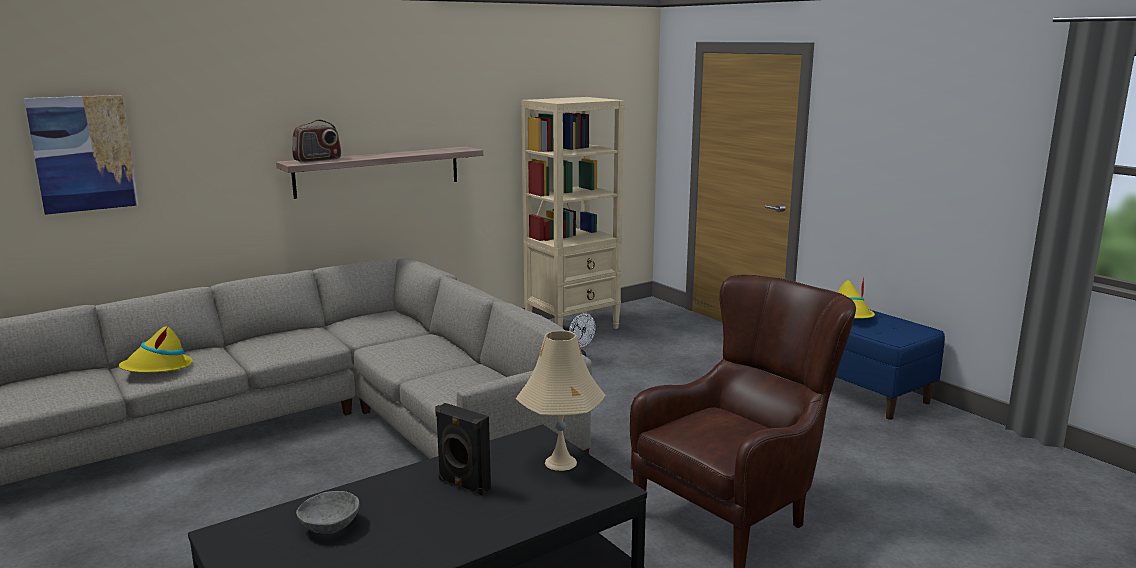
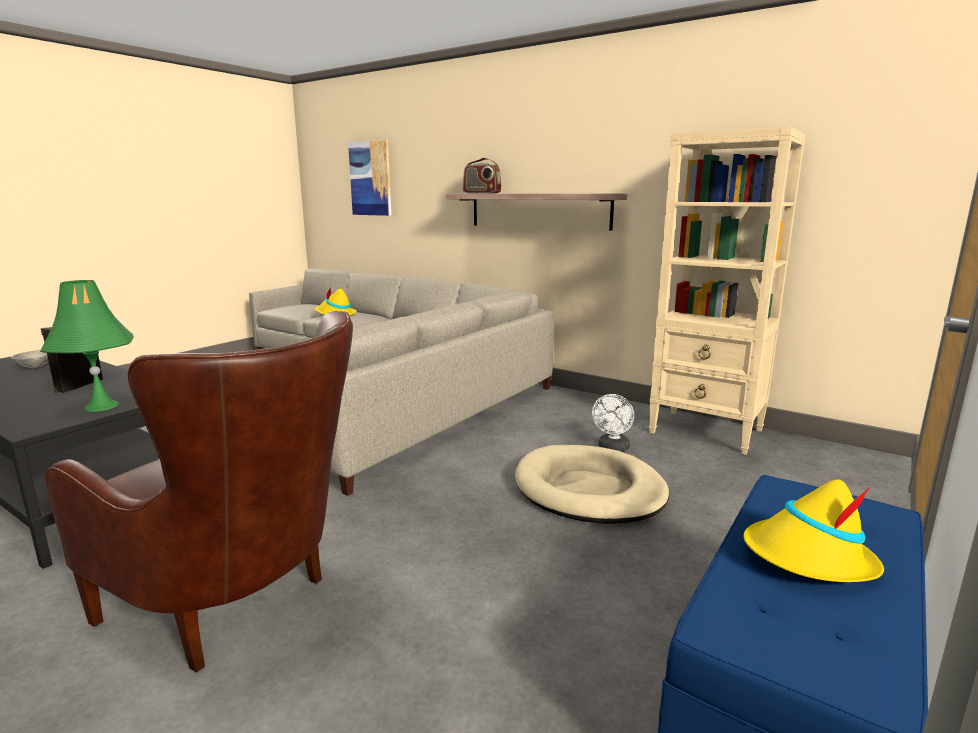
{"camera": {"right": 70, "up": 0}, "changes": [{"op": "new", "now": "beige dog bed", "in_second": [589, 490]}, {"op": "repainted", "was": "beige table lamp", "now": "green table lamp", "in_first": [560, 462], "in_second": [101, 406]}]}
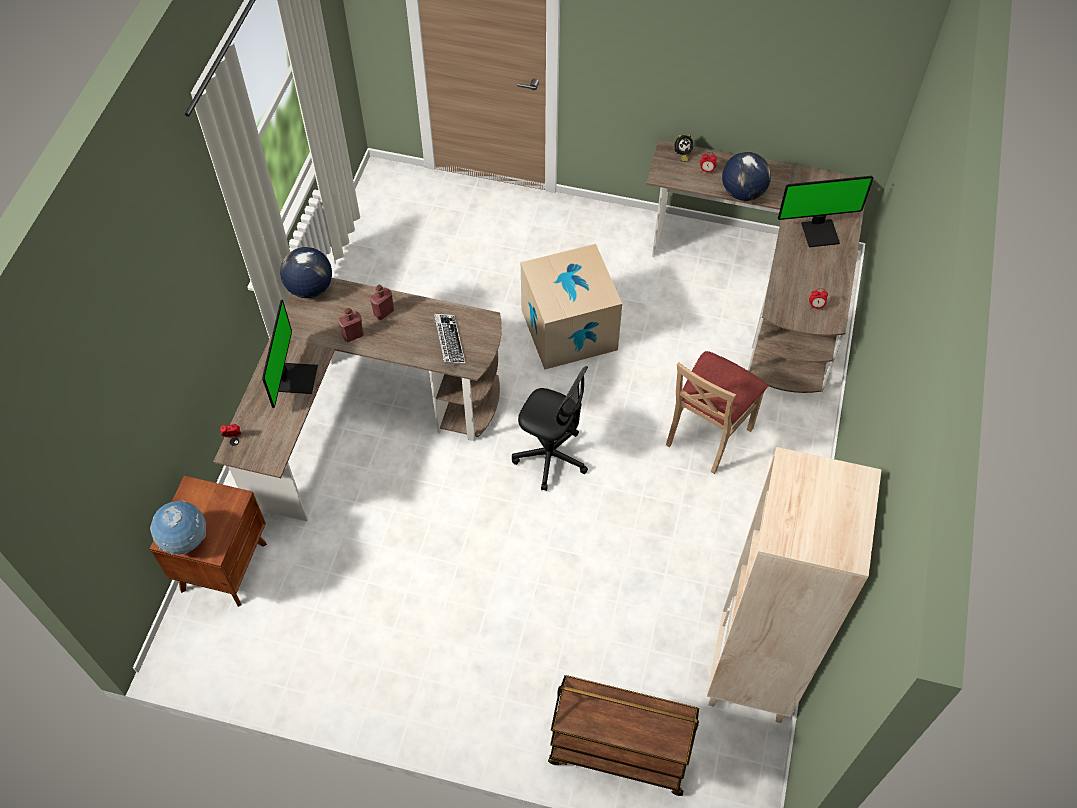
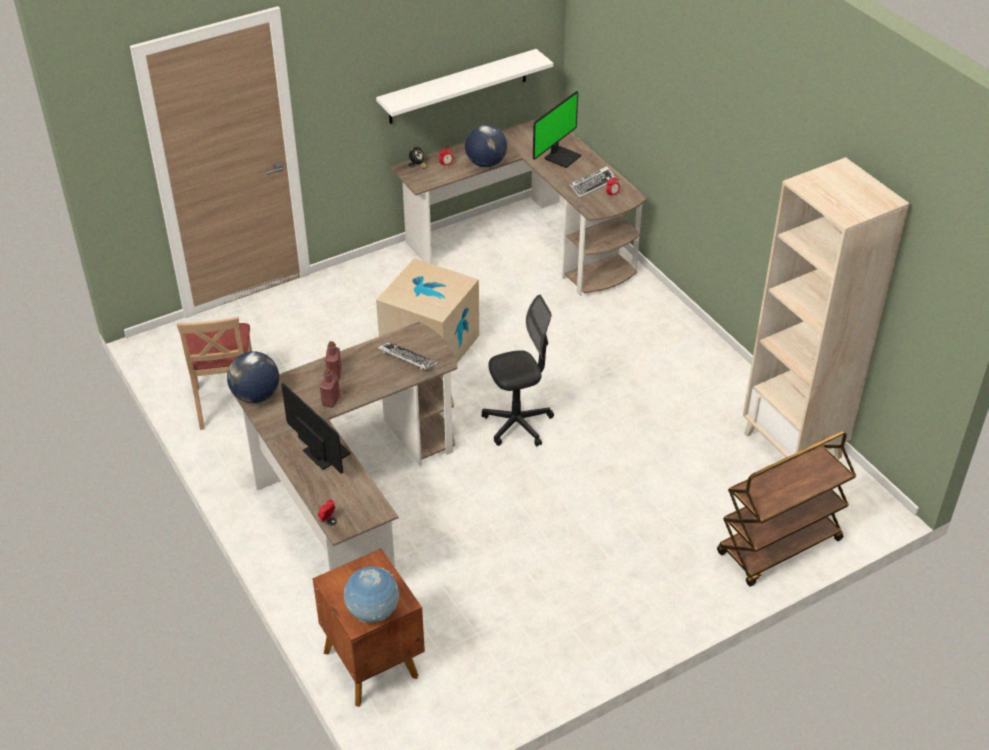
{"camera": {"right": -45, "up": -15}, "changes": [{"op": "new", "now": "white shelf", "in_second": [458, 87]}, {"op": "new", "now": "keyboard", "in_second": [592, 185]}, {"op": "shifted", "was": "beige chair", "in_first": [707, 434], "in_second": [226, 404]}]}
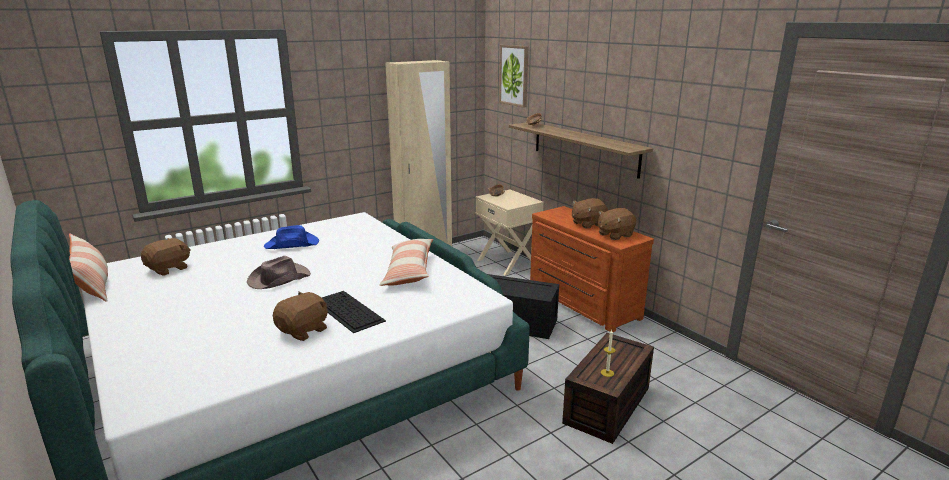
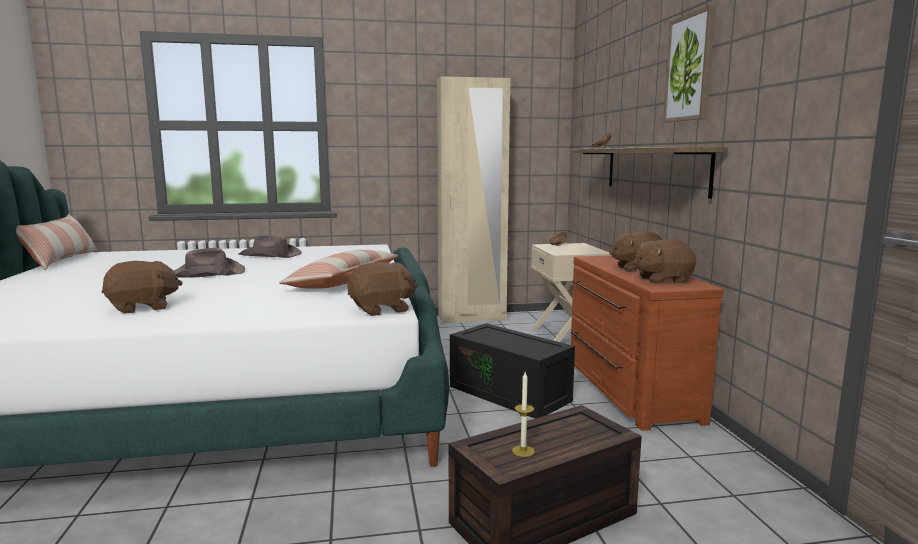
{"camera": {"right": 25, "up": -10}, "changes": [{"op": "gone", "was": "keyboard", "in_first": [347, 310]}, {"op": "shifted", "was": "brown plush toy", "in_first": [169, 269], "in_second": [382, 310]}, {"op": "shifted", "was": "picture", "in_first": [514, 75], "in_second": [690, 68]}, {"op": "repainted", "was": "blue hat", "now": "brown hat", "in_first": [292, 244], "in_second": [271, 256]}]}
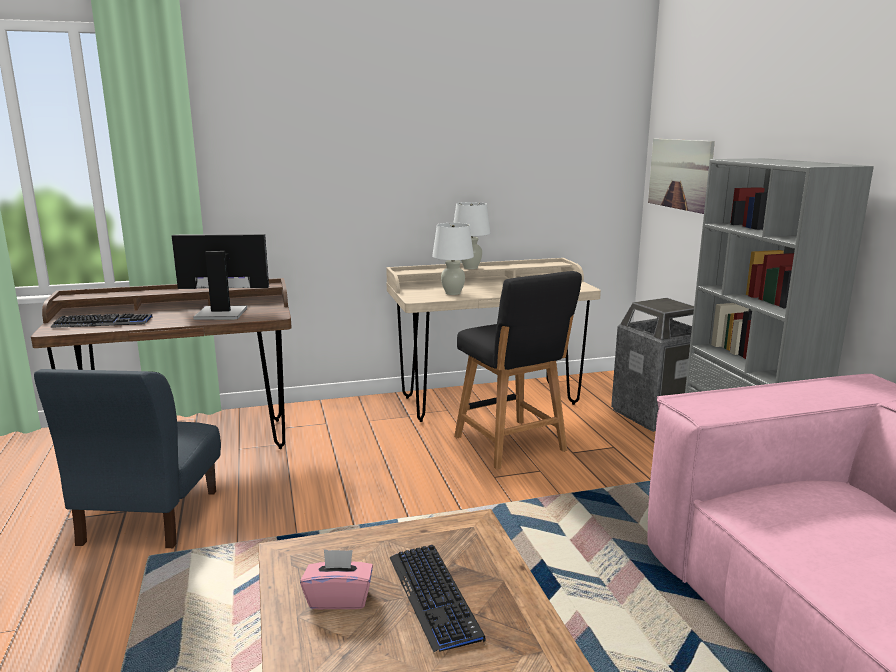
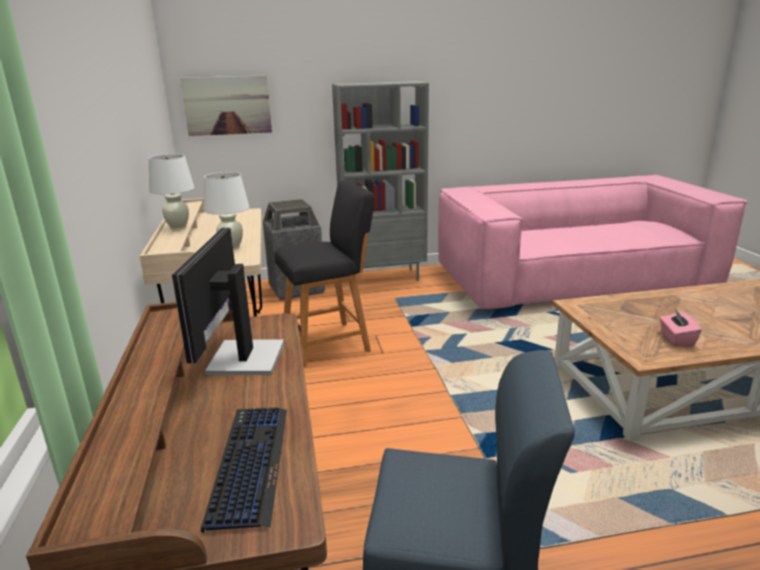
{"camera": {"right": -85, "up": 5}, "changes": [{"op": "gone", "was": "keyboard", "in_first": [434, 597]}]}
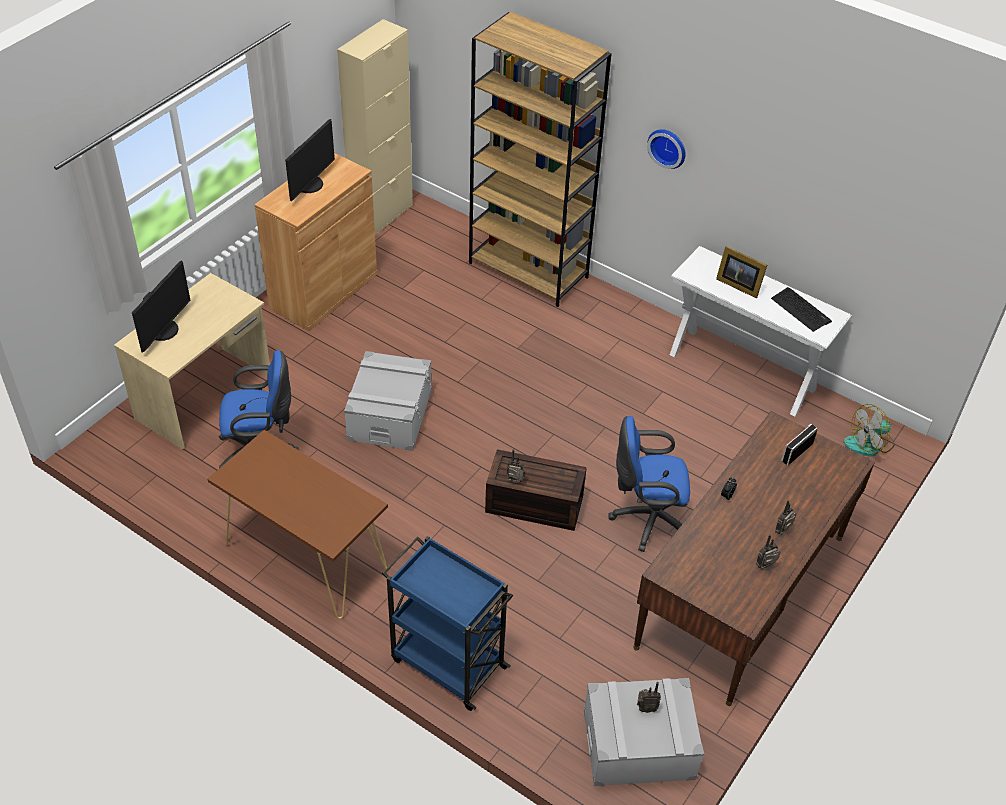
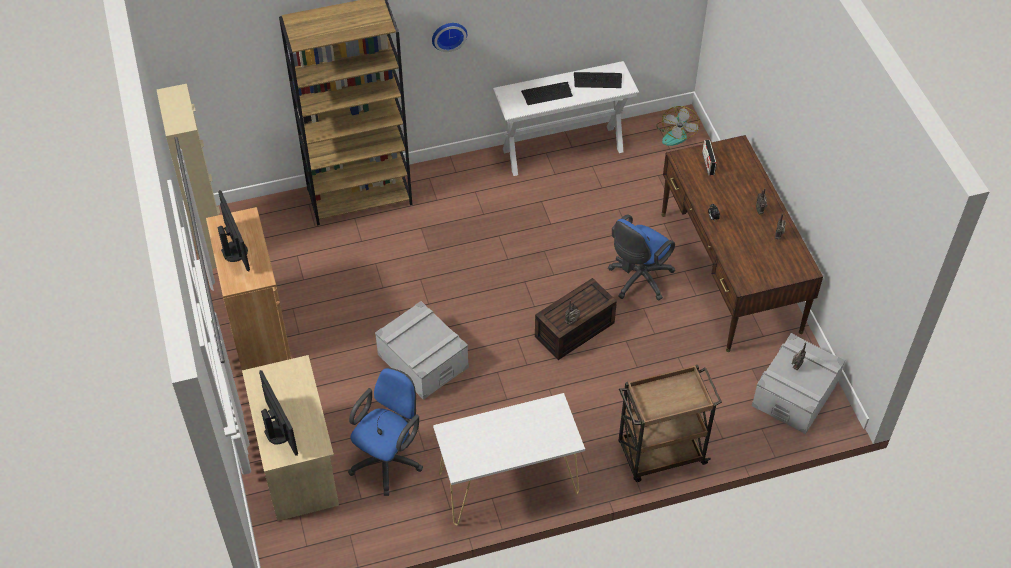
{"camera": {"right": -50, "up": 5}, "changes": [{"op": "swapped", "was": "picture frame", "now": "keyboard", "in_first": [738, 284], "in_second": [547, 93]}, {"op": "repainted", "was": "brown console table", "now": "white console table", "in_first": [305, 556], "in_second": [508, 483]}, {"op": "repainted", "was": "blue cart", "now": "brown cart", "in_first": [447, 662], "in_second": [660, 454]}]}
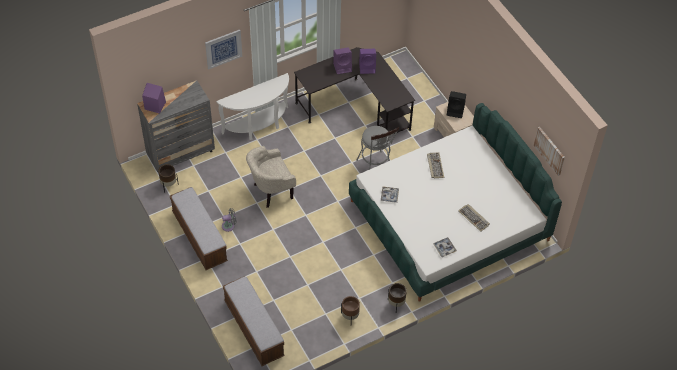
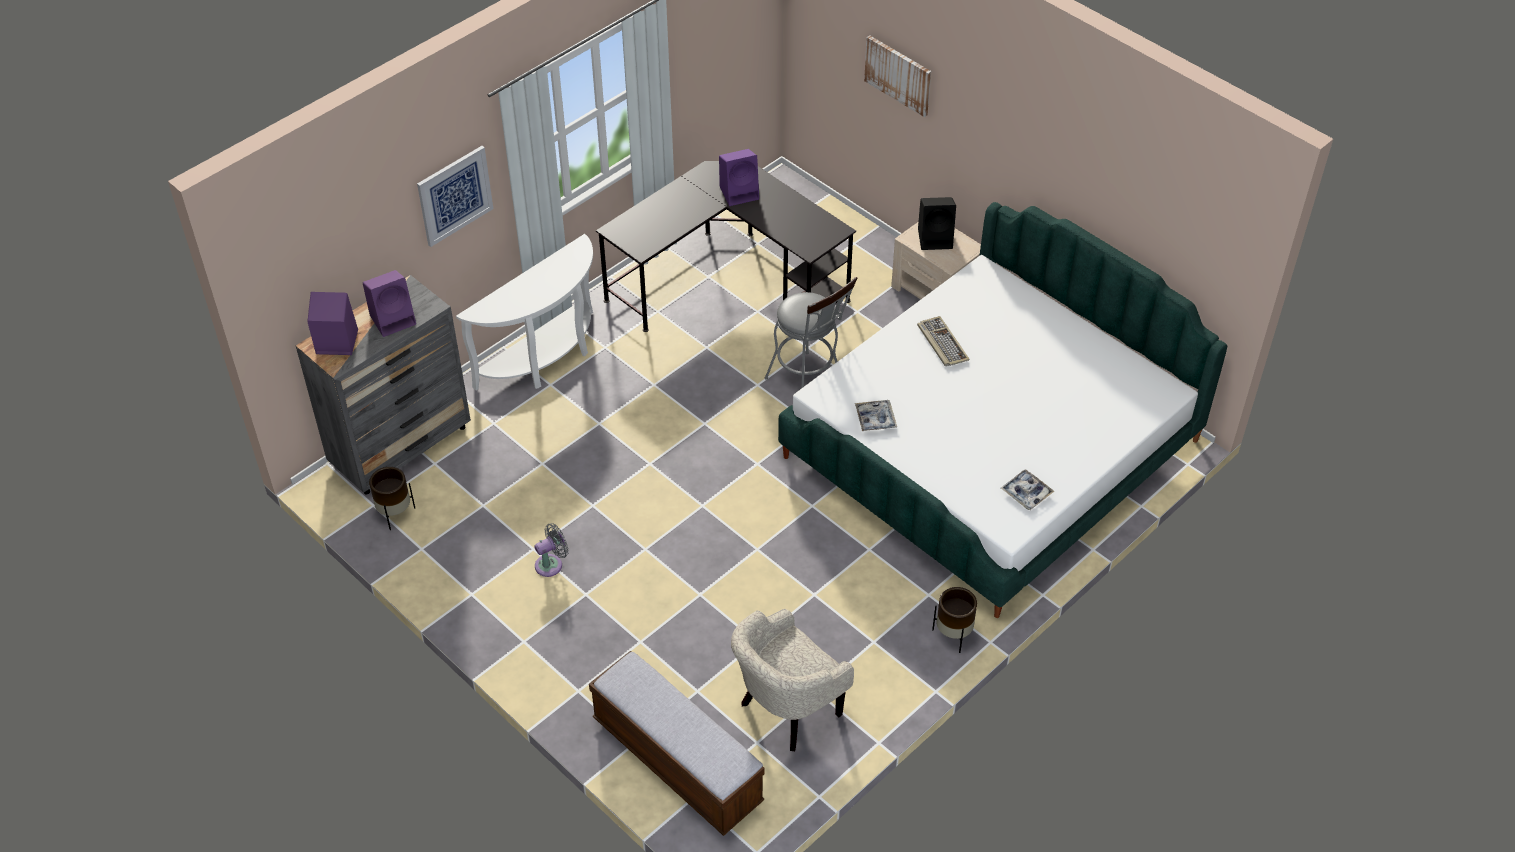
{"camera": {"right": -15, "up": -5}, "changes": [{"op": "gone", "was": "bench", "in_first": [199, 237]}, {"op": "gone", "was": "brown planter", "in_first": [350, 317]}, {"op": "gone", "was": "keyboard", "in_first": [474, 218]}, {"op": "shifted", "was": "beige armchair", "in_first": [270, 192], "in_second": [786, 712]}, {"op": "shifted", "was": "purple speaker", "in_first": [343, 67], "in_second": [394, 319]}, {"op": "shifted", "was": "picture", "in_first": [549, 150], "in_second": [898, 75]}]}
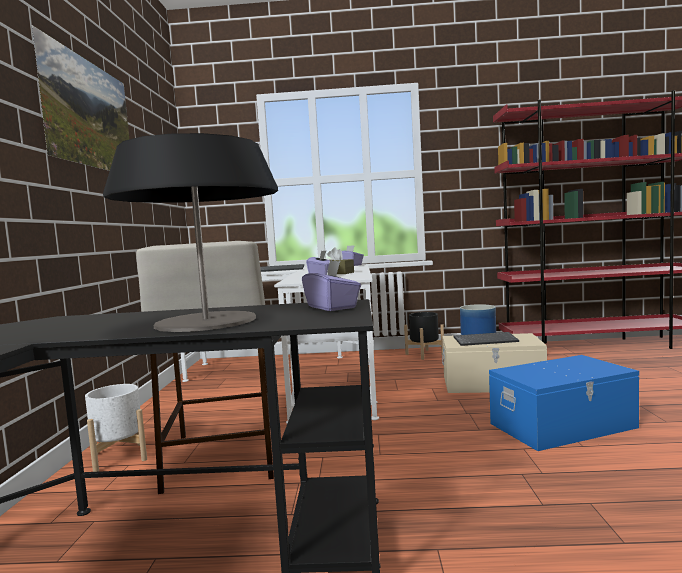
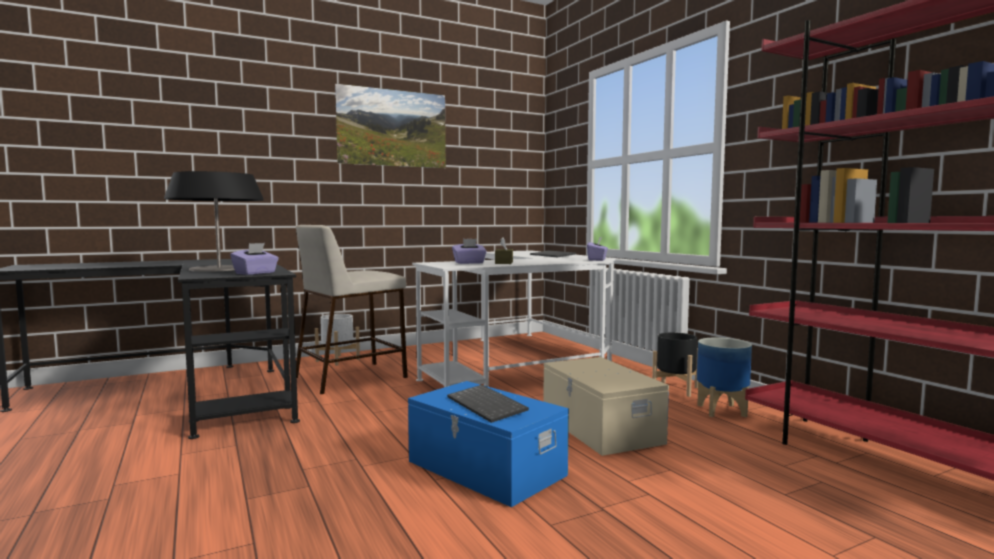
{"camera": {"right": 60, "up": 0}, "changes": [{"op": "shifted", "was": "keyboard", "in_first": [486, 340], "in_second": [488, 405]}]}
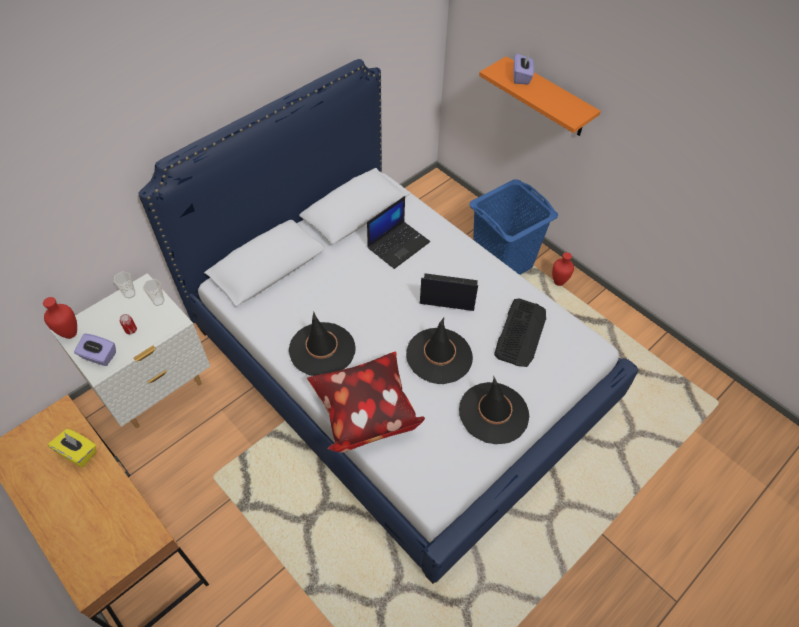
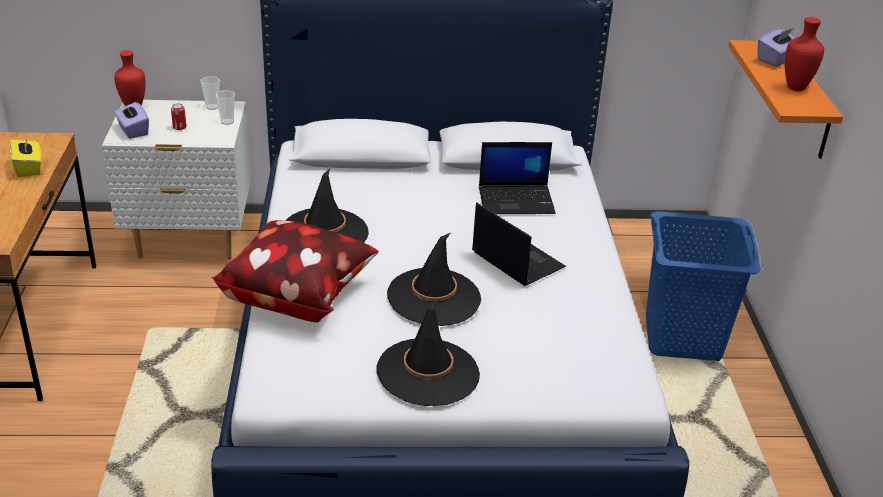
{"camera": {"right": 40, "up": -20}, "changes": [{"op": "gone", "was": "keyboard", "in_first": [520, 332]}, {"op": "shifted", "was": "red vase", "in_first": [559, 282], "in_second": [797, 88]}]}
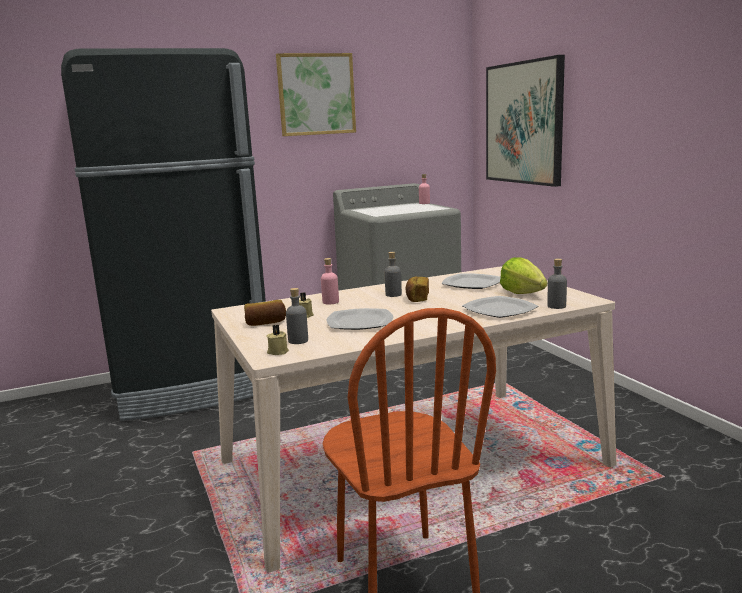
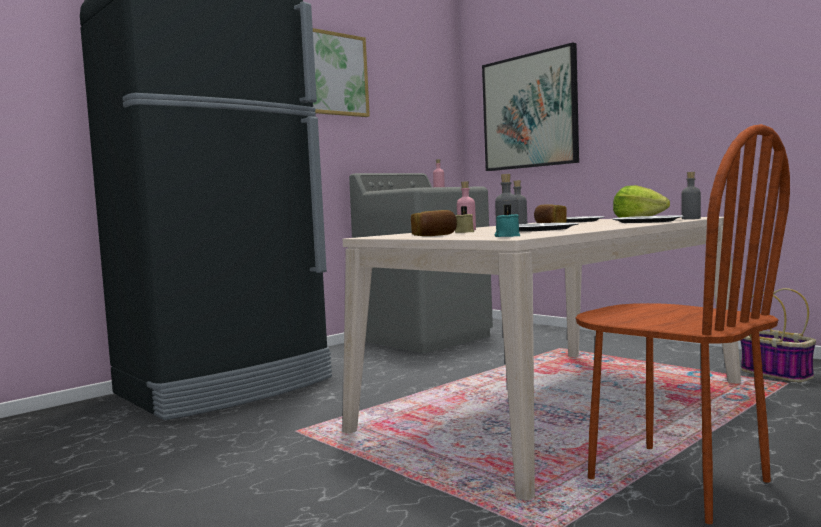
{"camera": {"right": -20, "up": -10}, "changes": [{"op": "new", "now": "basket", "in_second": [778, 374]}, {"op": "repainted", "was": "beige candle", "now": "turquoise candle", "in_first": [278, 351], "in_second": [507, 236]}]}
